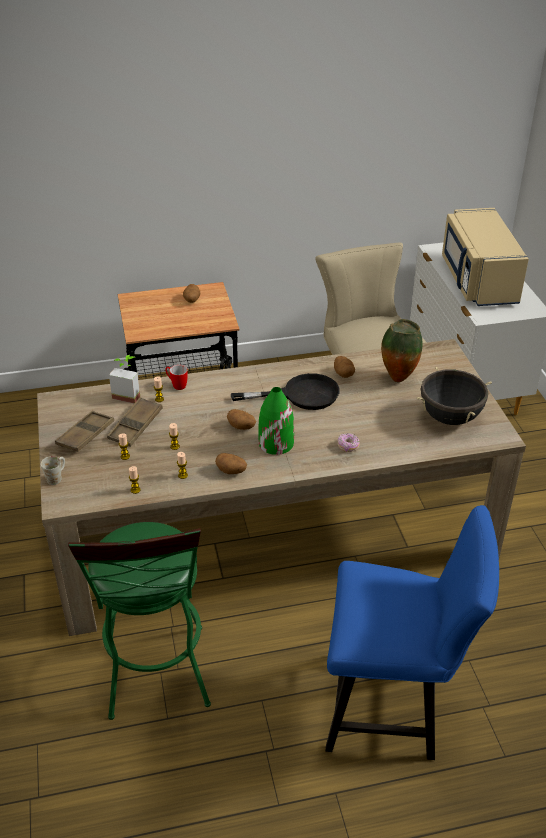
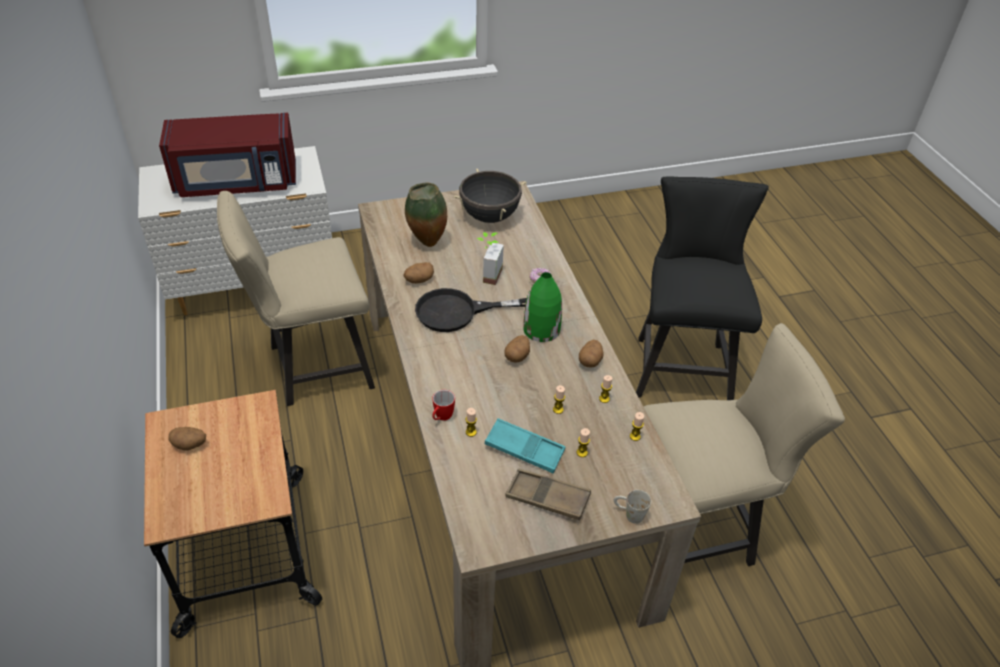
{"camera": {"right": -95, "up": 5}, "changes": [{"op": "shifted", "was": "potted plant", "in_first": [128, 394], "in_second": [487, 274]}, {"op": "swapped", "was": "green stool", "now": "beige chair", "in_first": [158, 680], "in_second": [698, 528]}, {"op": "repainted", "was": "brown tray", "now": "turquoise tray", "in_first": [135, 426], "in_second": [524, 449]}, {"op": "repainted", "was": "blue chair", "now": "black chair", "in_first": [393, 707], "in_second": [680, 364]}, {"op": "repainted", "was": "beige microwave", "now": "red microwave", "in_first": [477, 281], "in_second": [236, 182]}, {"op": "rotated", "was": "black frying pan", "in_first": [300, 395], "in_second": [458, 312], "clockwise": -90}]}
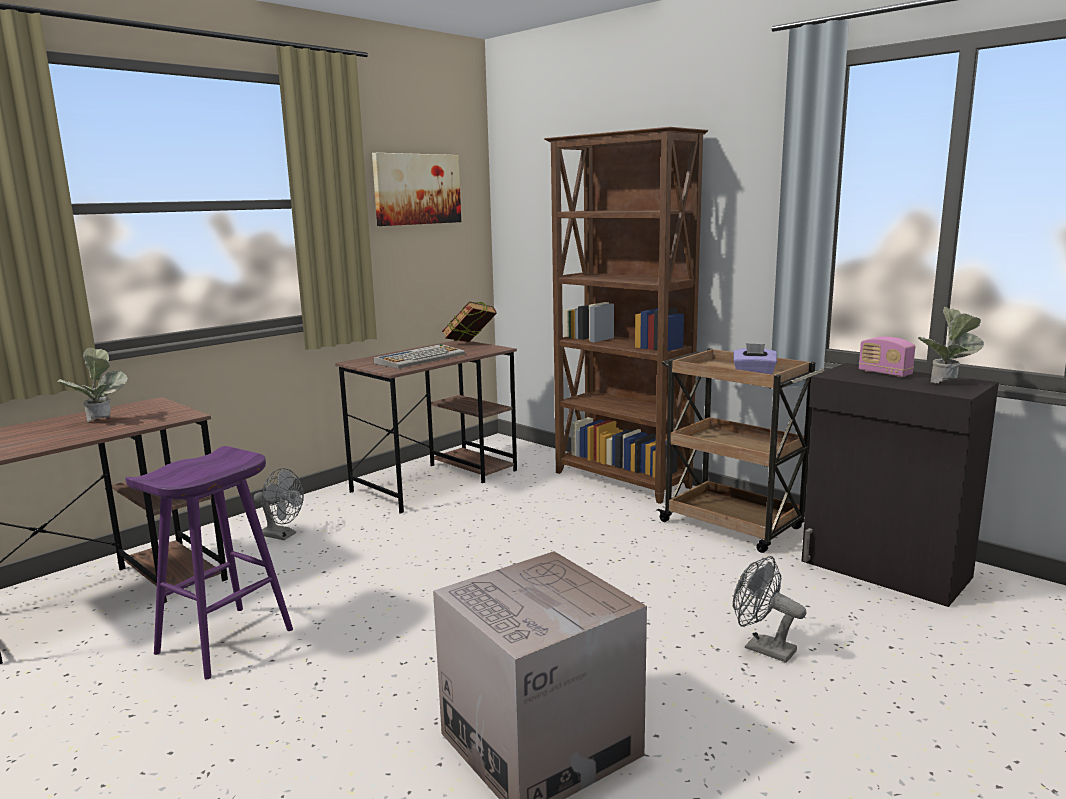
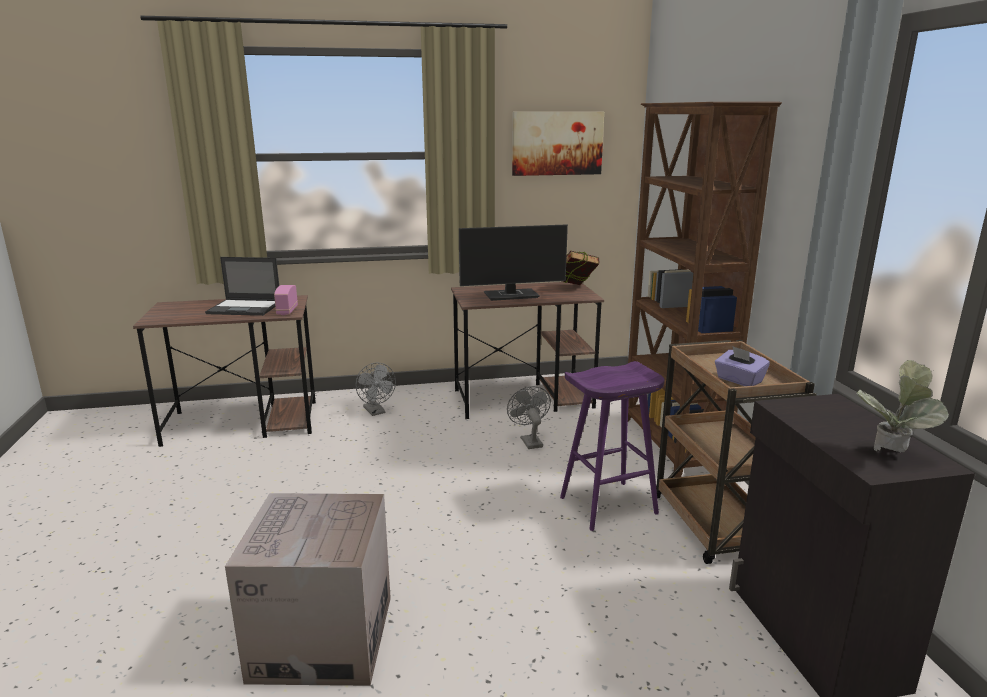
{"camera": {"right": 35, "up": 5}, "changes": [{"op": "shifted", "was": "purple stool", "in_first": [224, 642], "in_second": [607, 506]}, {"op": "shifted", "was": "grey fan", "in_first": [762, 648], "in_second": [529, 441]}, {"op": "shifted", "was": "radio", "in_first": [884, 373], "in_second": [287, 311]}, {"op": "swapped", "was": "potted plant", "now": "laptop", "in_first": [101, 422], "in_second": [245, 308]}, {"op": "swapped", "was": "keyboard", "now": "monitor", "in_first": [420, 358], "in_second": [512, 295]}]}
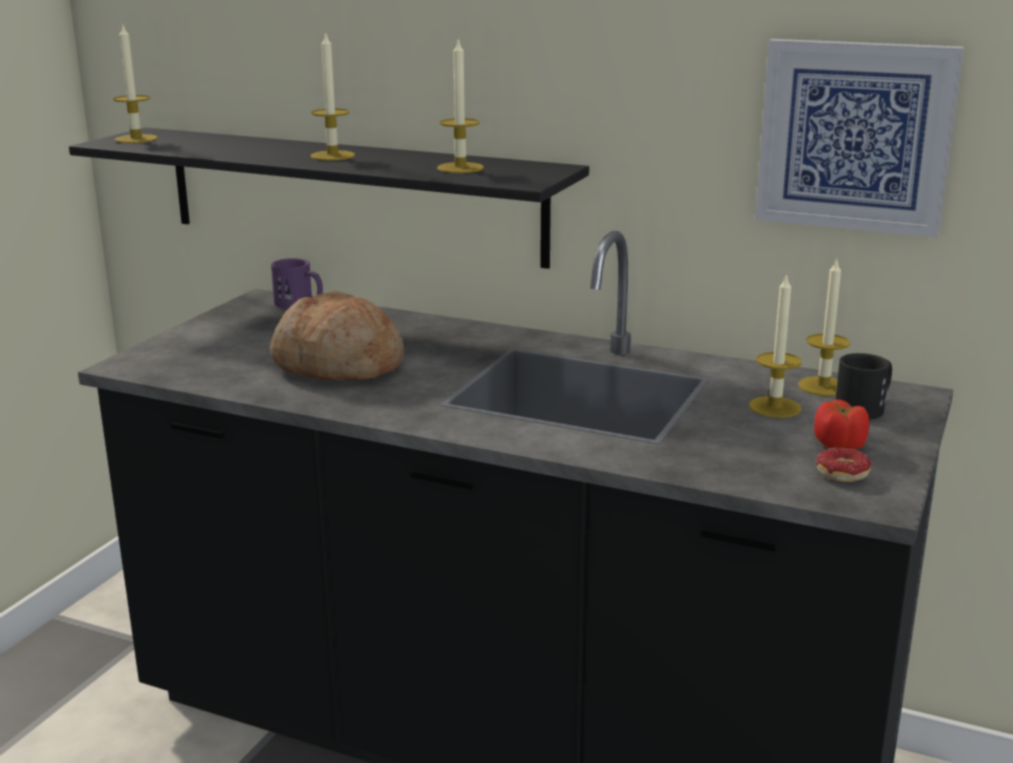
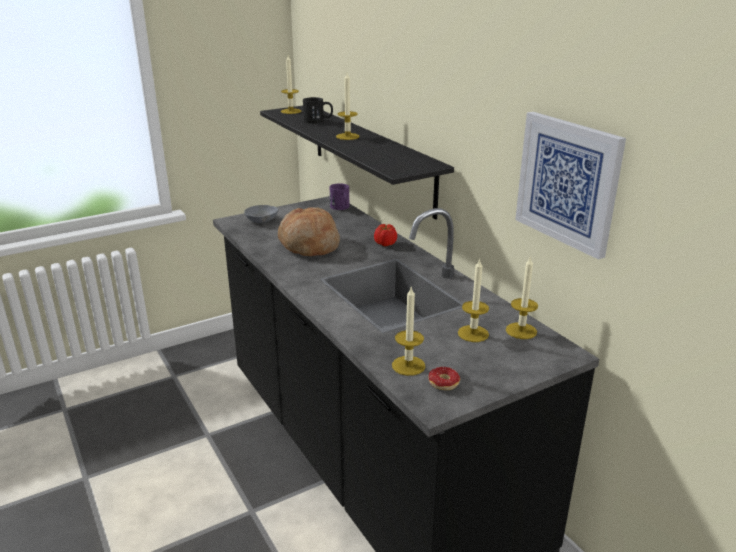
{"camera": {"right": 35, "up": 5}, "changes": [{"op": "new", "now": "grey bowl", "in_second": [262, 219]}, {"op": "shifted", "was": "candle", "in_first": [460, 168], "in_second": [408, 365]}, {"op": "shifted", "was": "tomato", "in_first": [840, 445], "in_second": [385, 243]}, {"op": "shifted", "was": "black mug", "in_first": [865, 407], "in_second": [318, 121]}]}
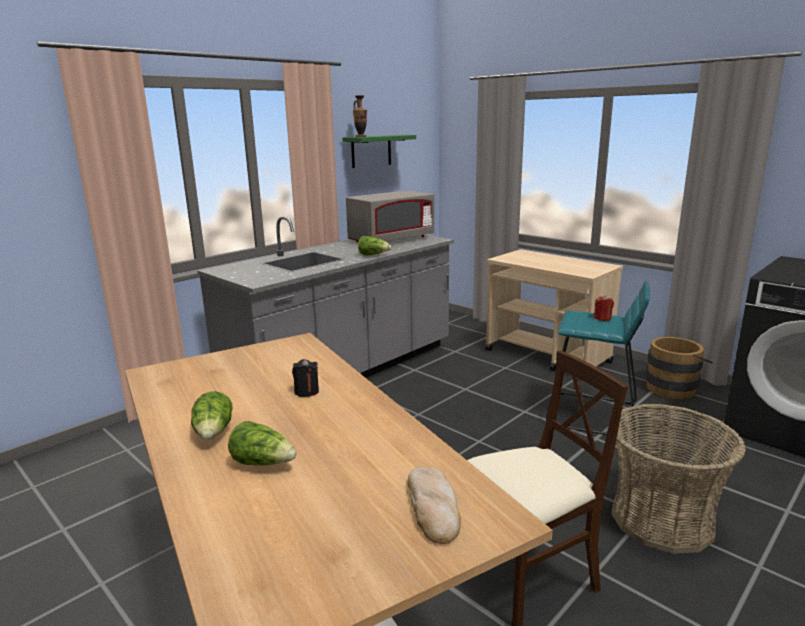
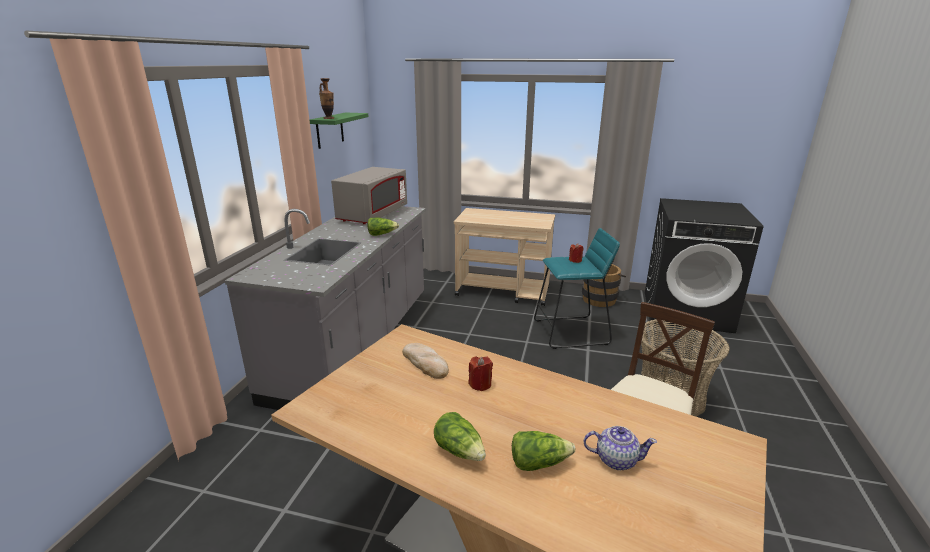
{"camera": {"right": -30, "up": 5}, "changes": [{"op": "new", "now": "teapot", "in_second": [615, 459]}, {"op": "shifted", "was": "bread", "in_first": [433, 507], "in_second": [426, 363]}, {"op": "repainted", "was": "black candle", "now": "red candle", "in_first": [306, 391], "in_second": [480, 384]}]}
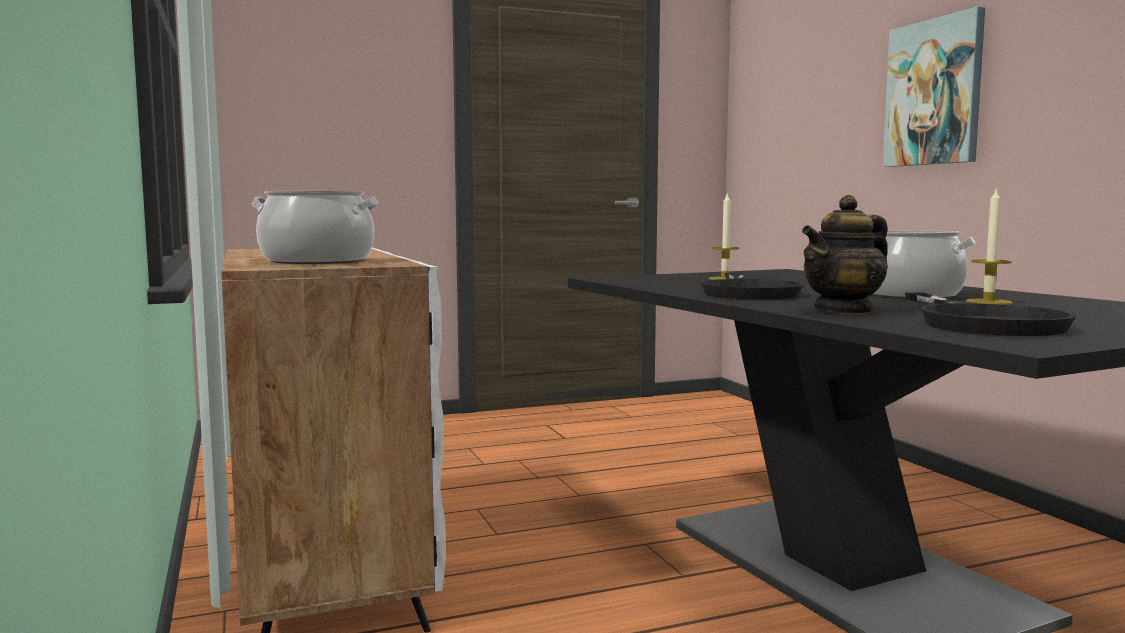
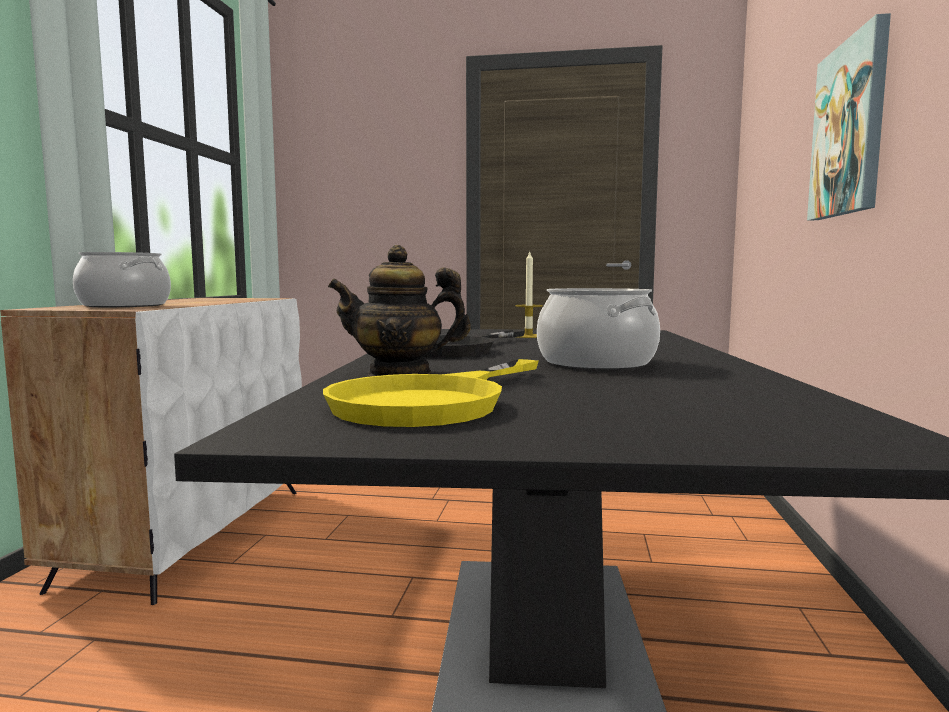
{"camera": {"right": 30, "up": 0}, "changes": [{"op": "gone", "was": "candle", "in_first": [988, 302]}, {"op": "repainted", "was": "black frying pan", "now": "yellow frying pan", "in_first": [981, 322], "in_second": [435, 401]}]}
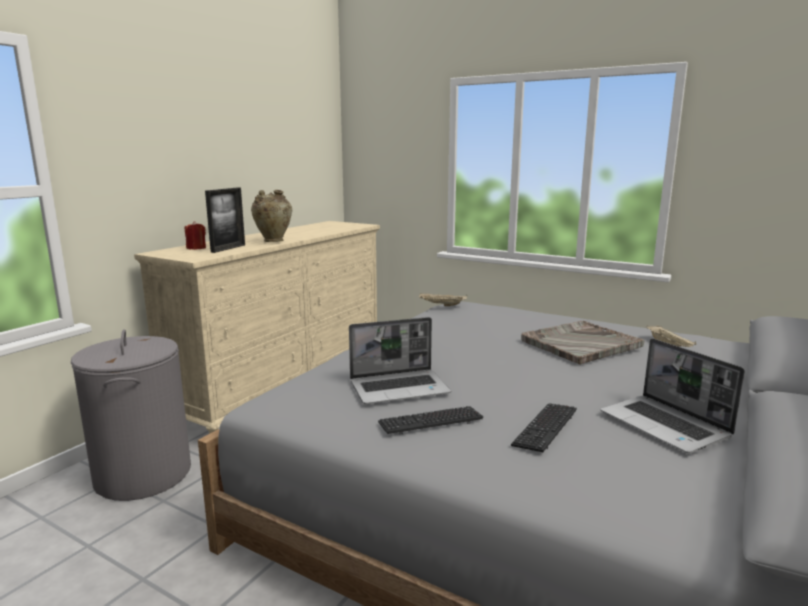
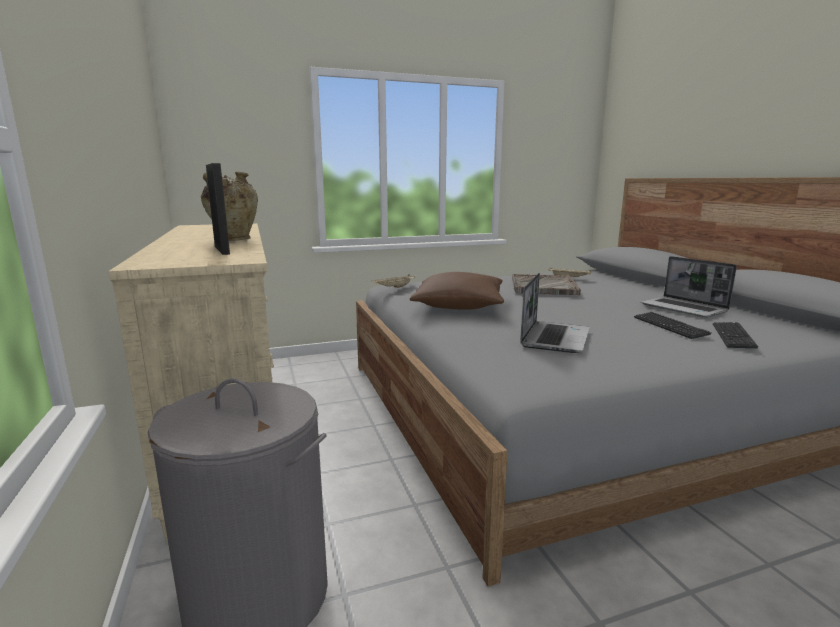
{"camera": {"right": -50, "up": 0}, "changes": [{"op": "gone", "was": "red candle", "in_first": [196, 248]}, {"op": "new", "now": "brown pillow", "in_second": [459, 306]}, {"op": "shifted", "was": "keyboard", "in_first": [430, 422], "in_second": [733, 336]}, {"op": "rotated", "was": "laptop", "in_first": [666, 425], "in_second": [684, 308], "clockwise": 45}]}
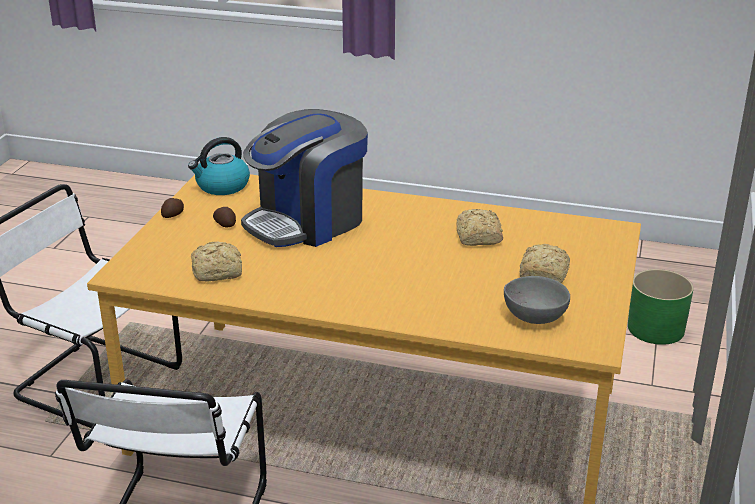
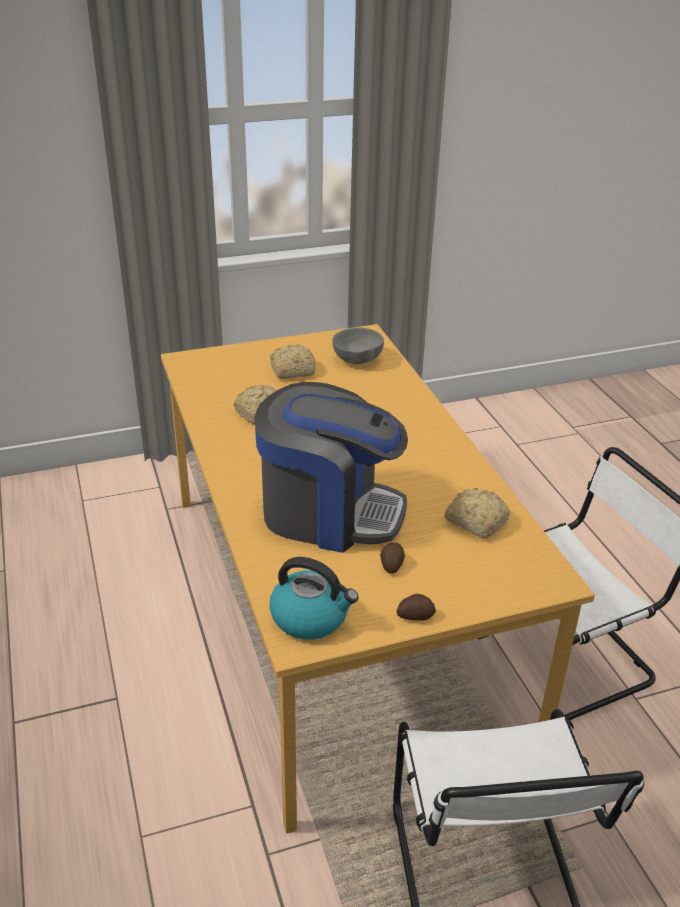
{"camera": {"right": -125, "up": 5}, "changes": [{"op": "gone", "was": "green planter", "in_first": [656, 329]}]}
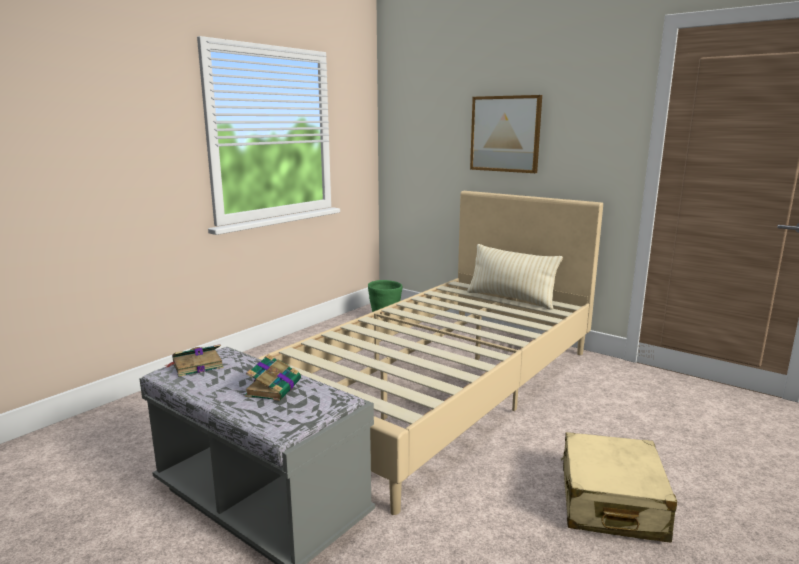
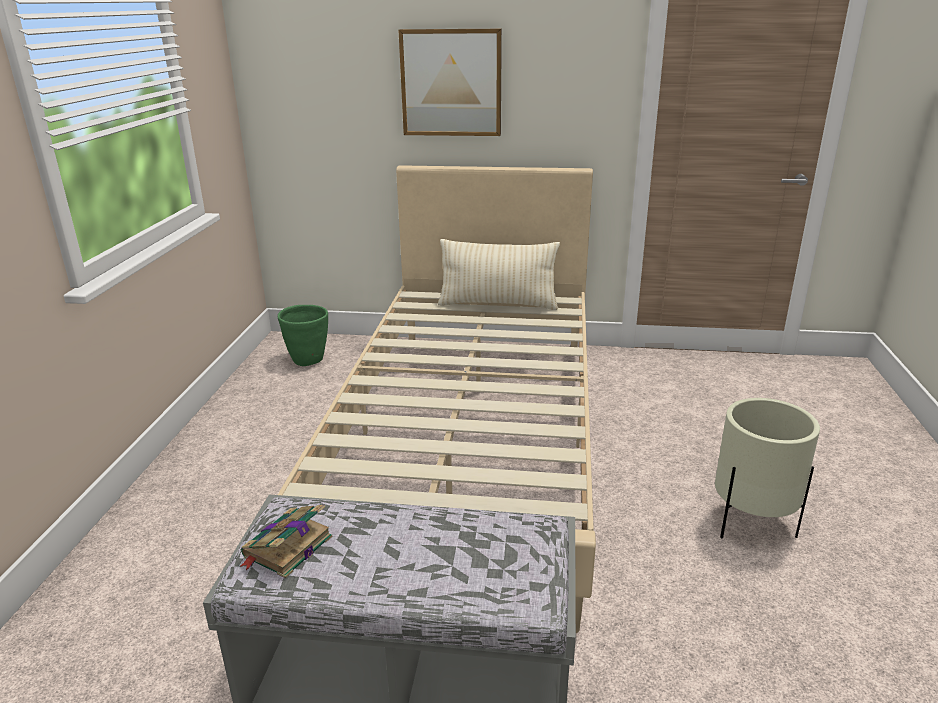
{"camera": {"right": -30, "up": 10}, "changes": [{"op": "gone", "was": "book", "in_first": [274, 387]}, {"op": "swapped", "was": "beige suitcase", "now": "beige planter", "in_first": [610, 502], "in_second": [752, 523]}]}
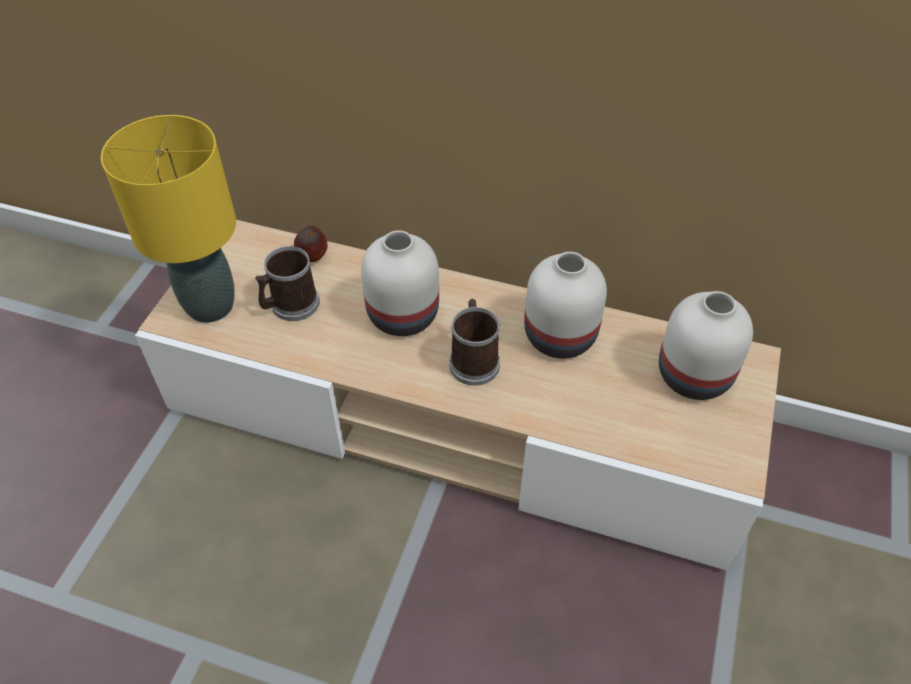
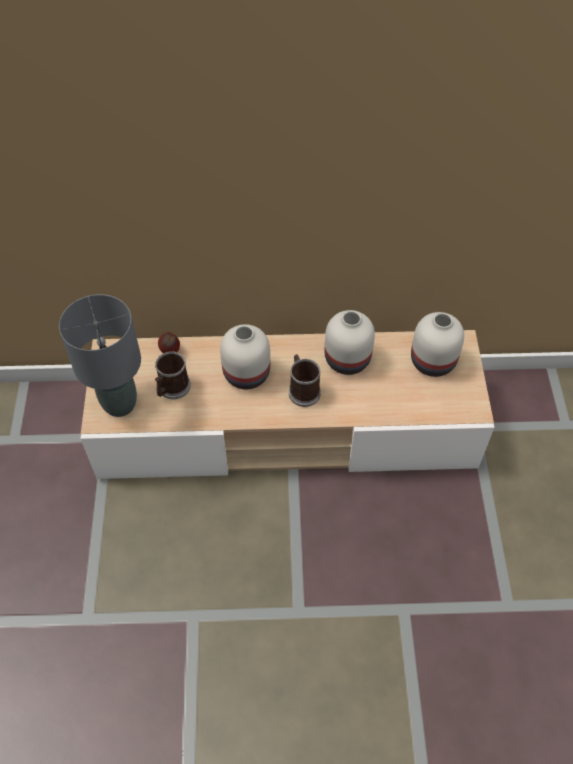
{"camera": {"right": -20, "up": 5}, "changes": [{"op": "repainted", "was": "yellow table lamp", "now": "grey table lamp", "in_first": [209, 305], "in_second": [119, 403]}]}
